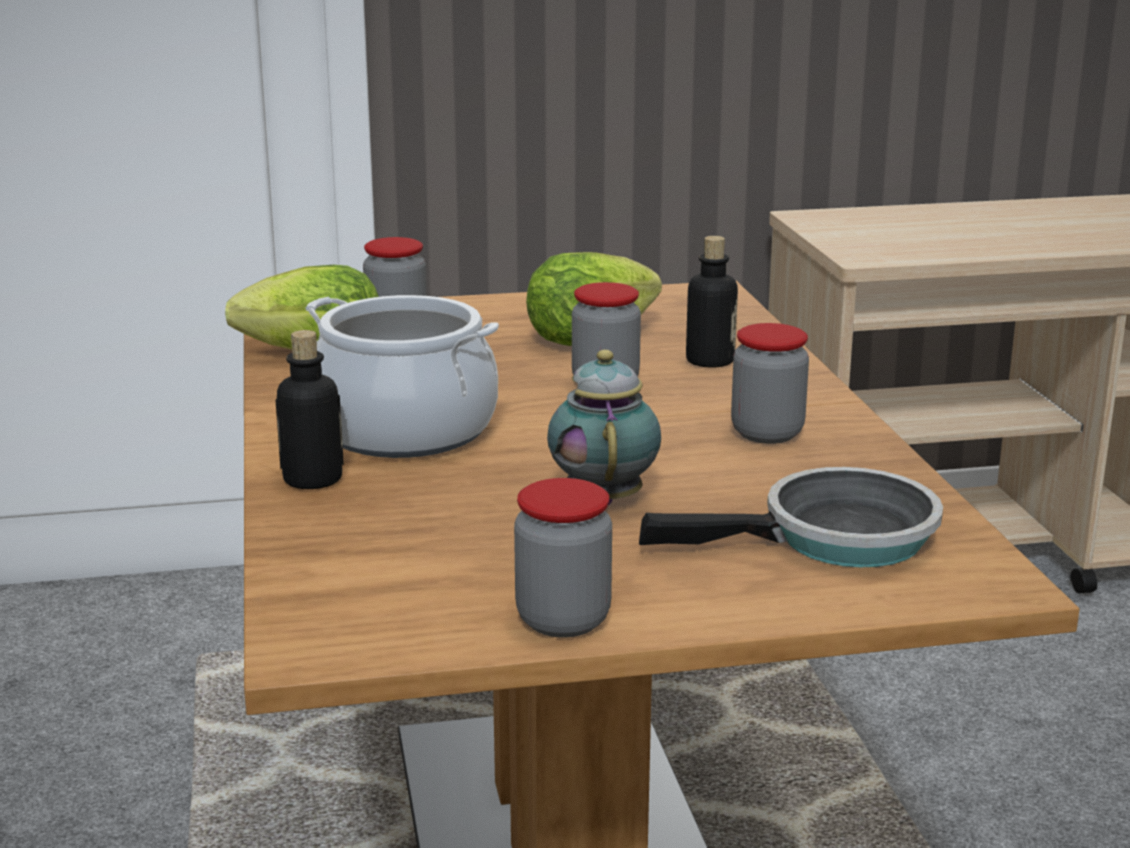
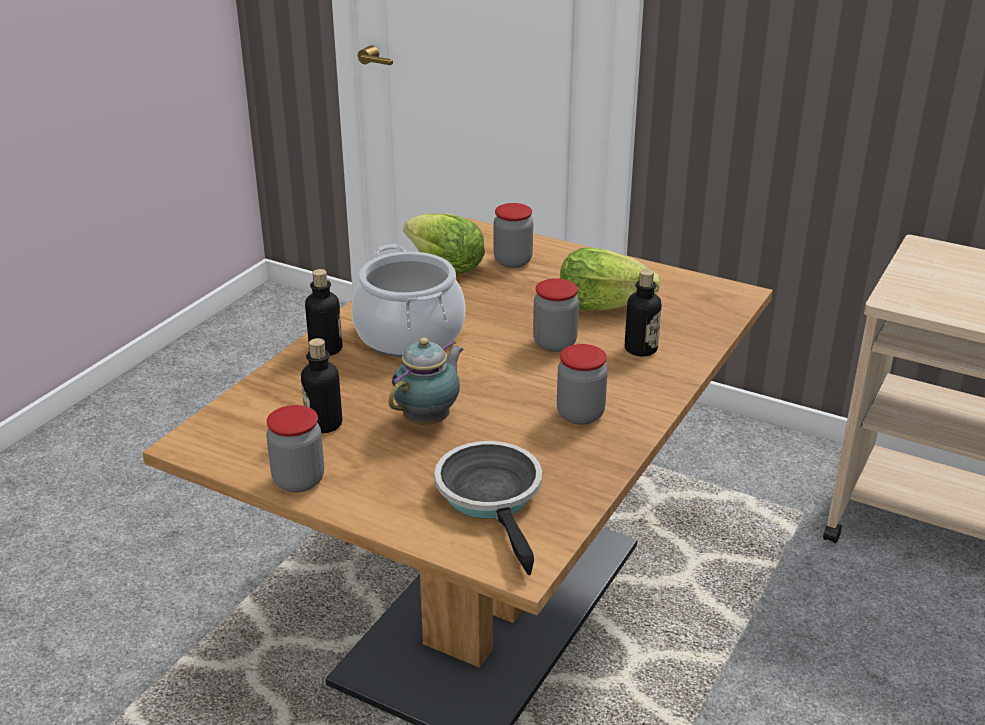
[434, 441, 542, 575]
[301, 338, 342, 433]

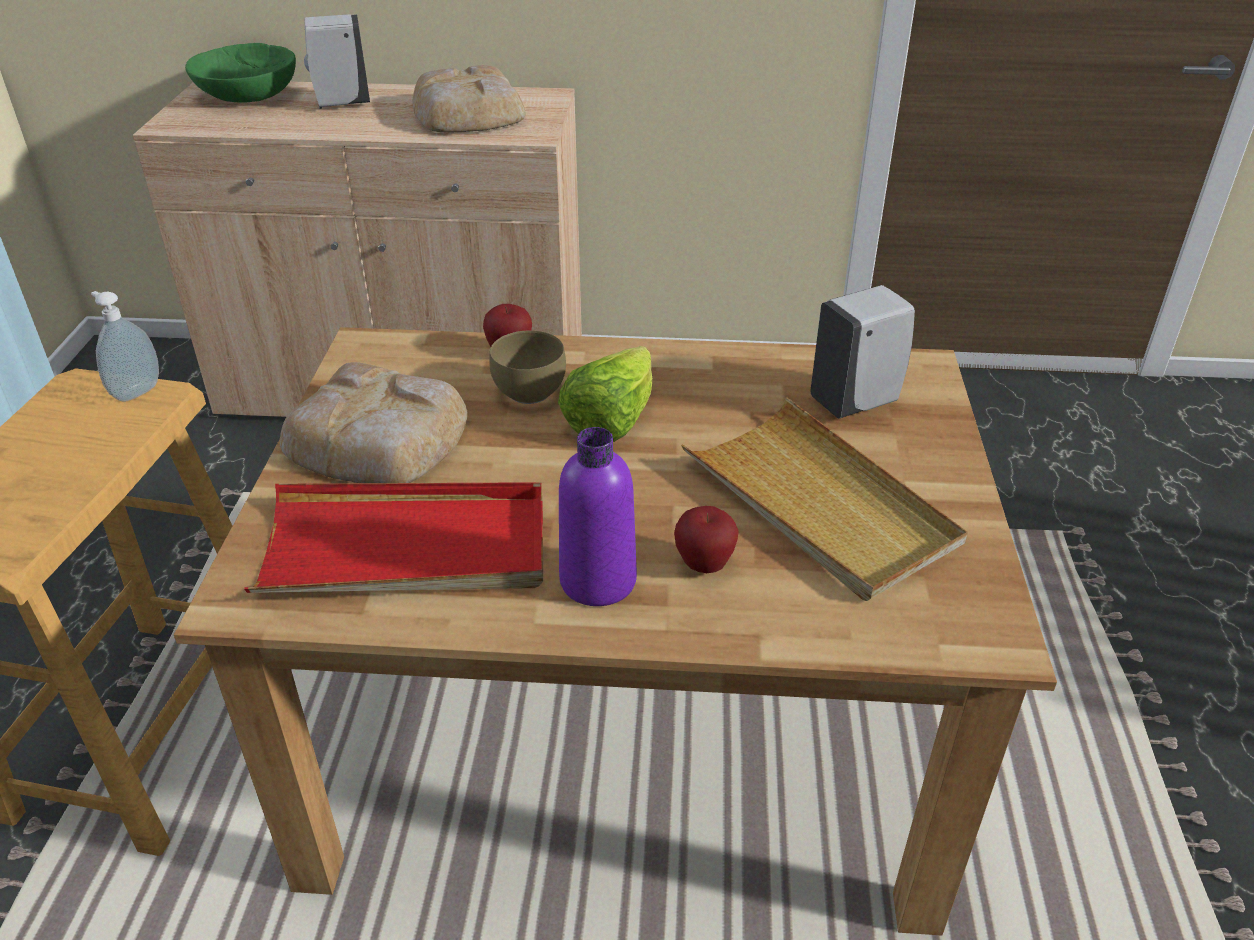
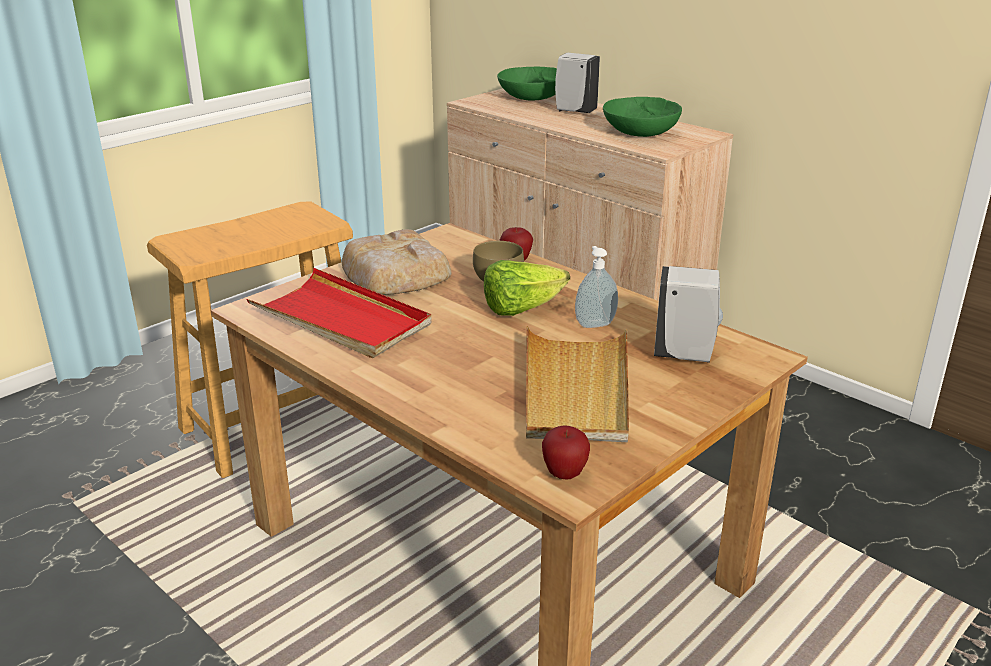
[575, 246, 618, 328]
[603, 97, 682, 137]
[559, 427, 637, 606] (first image)
[542, 425, 590, 479]

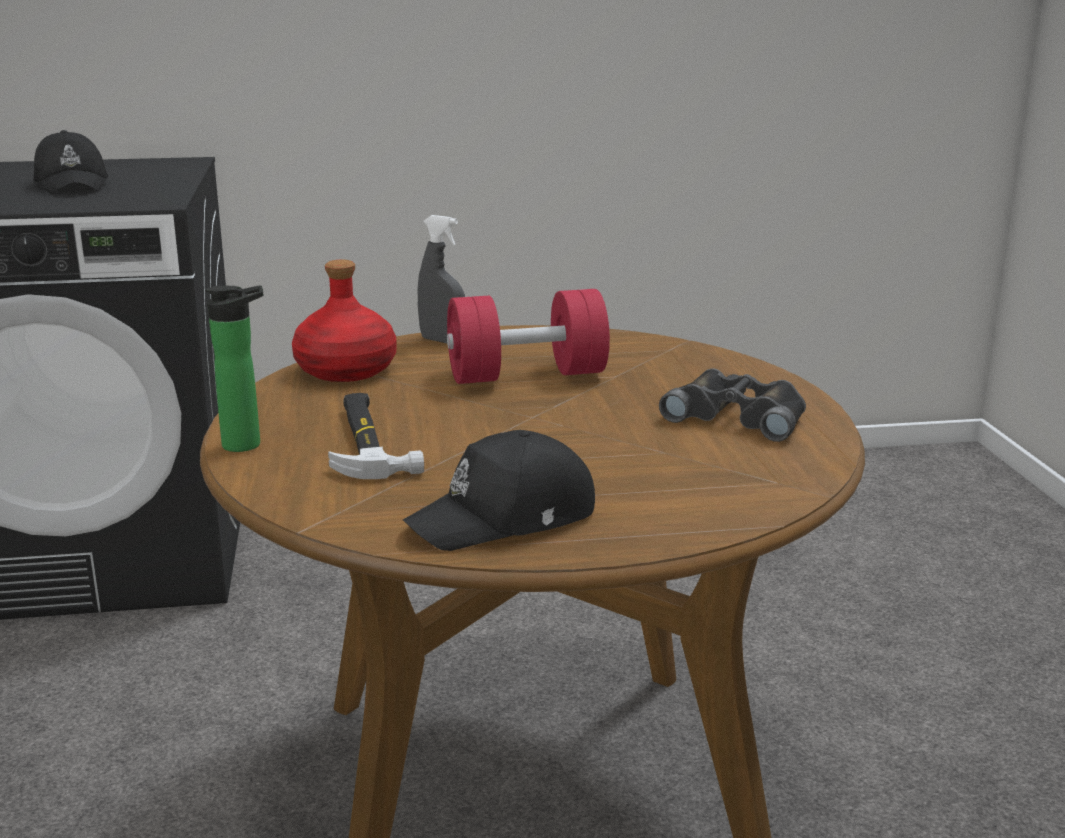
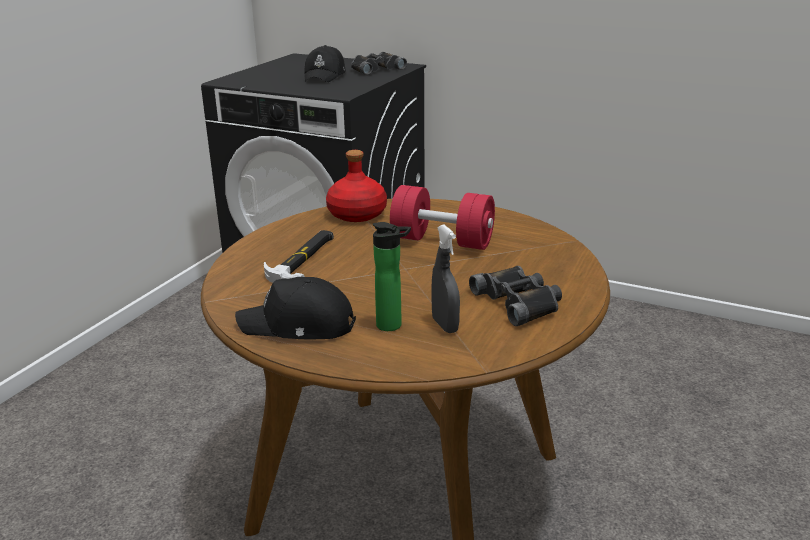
[373, 222, 411, 331]
[431, 225, 460, 333]
[351, 52, 407, 75]

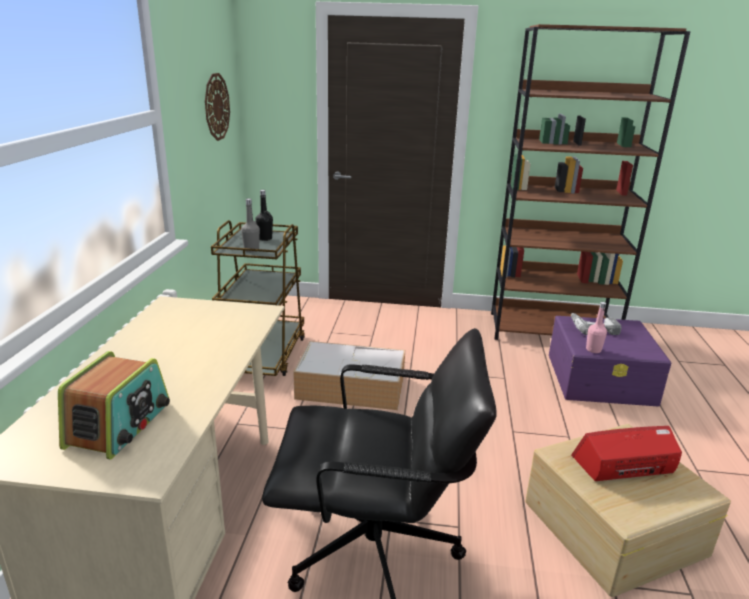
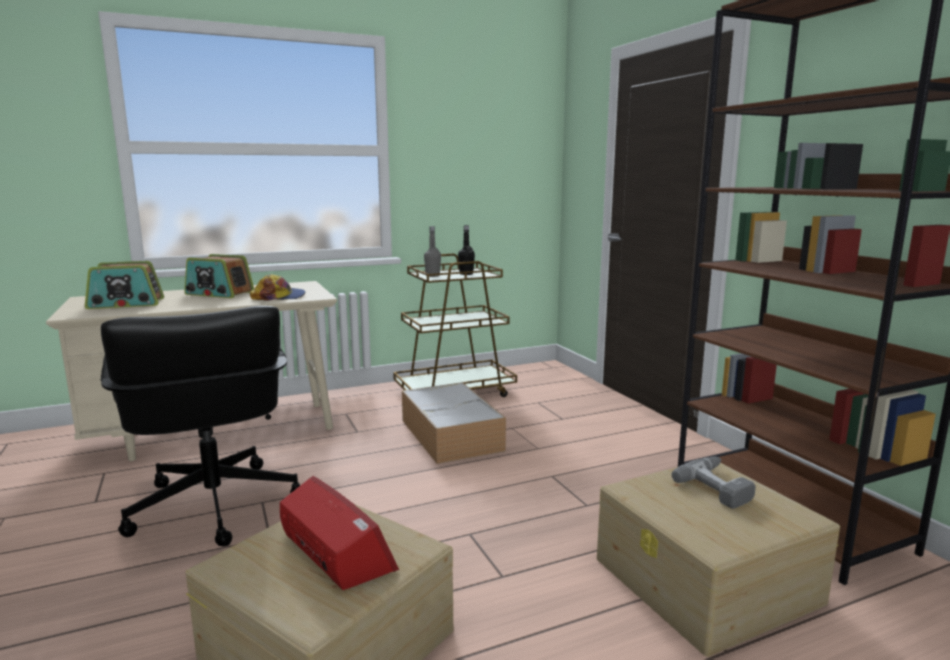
[205, 73, 230, 141] (first image)
[597, 463, 840, 657]
[586, 302, 607, 353] (first image)
[184, 254, 254, 298]
[250, 274, 305, 301]

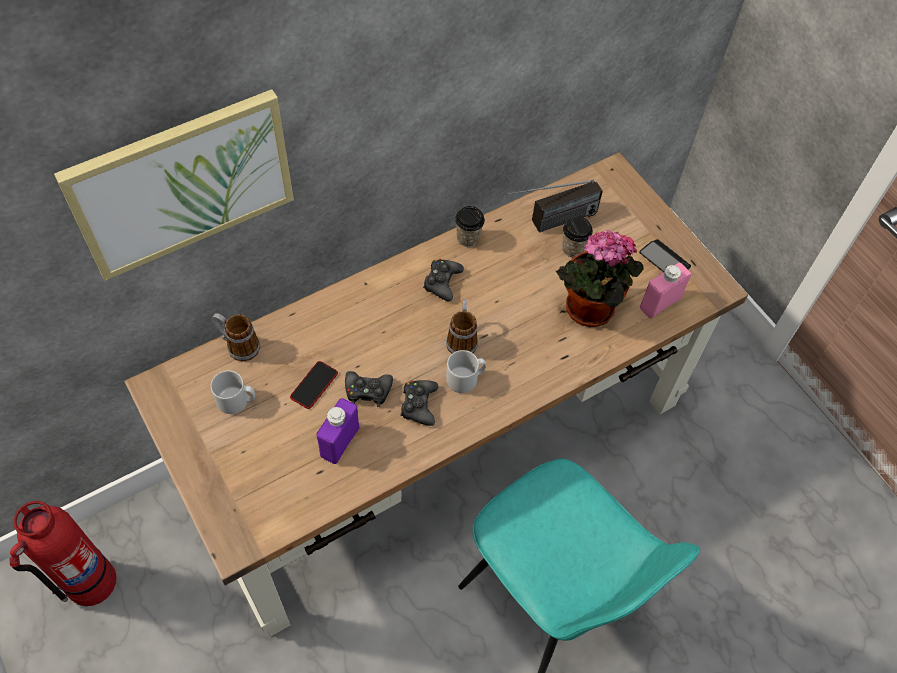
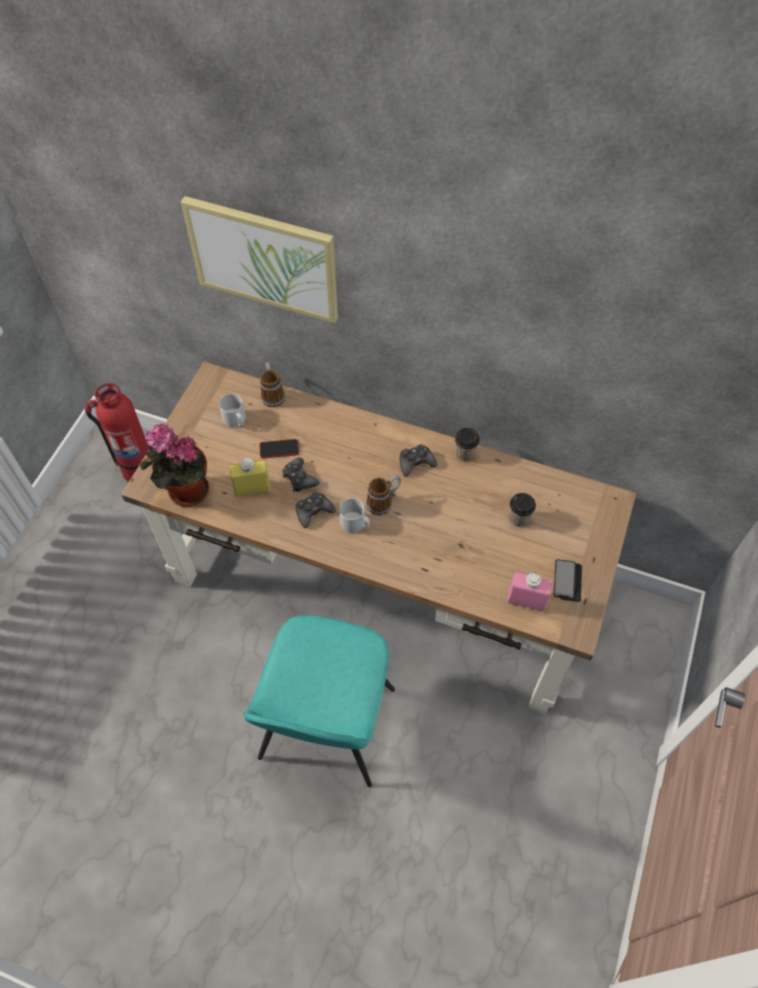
[229, 458, 271, 497]
[505, 180, 603, 233] (first image)
[140, 423, 209, 507]

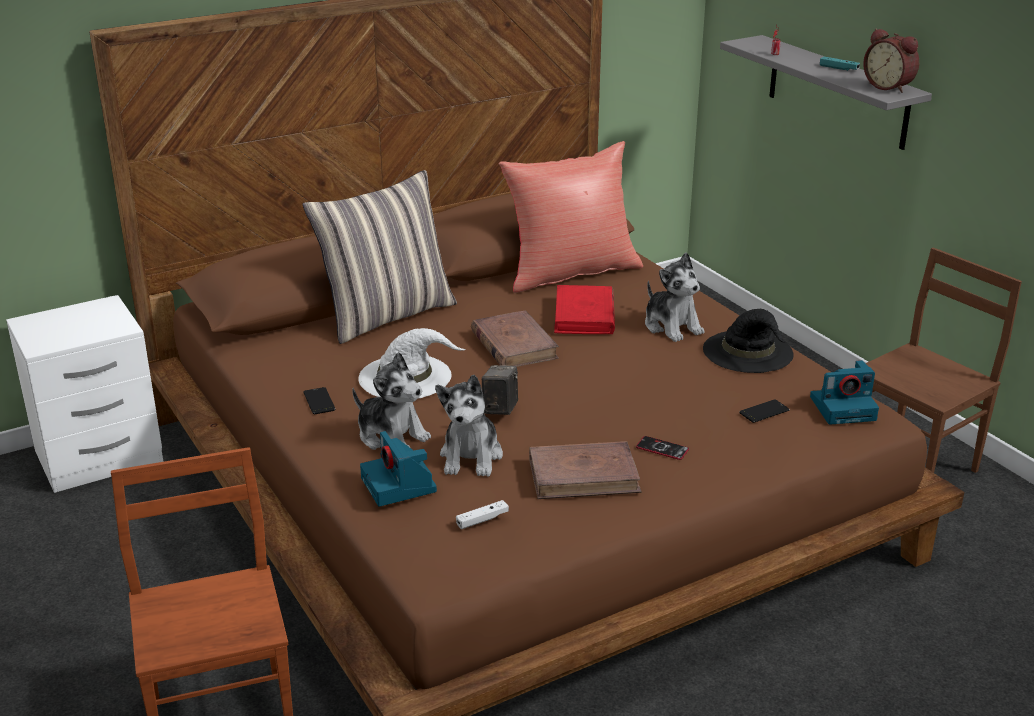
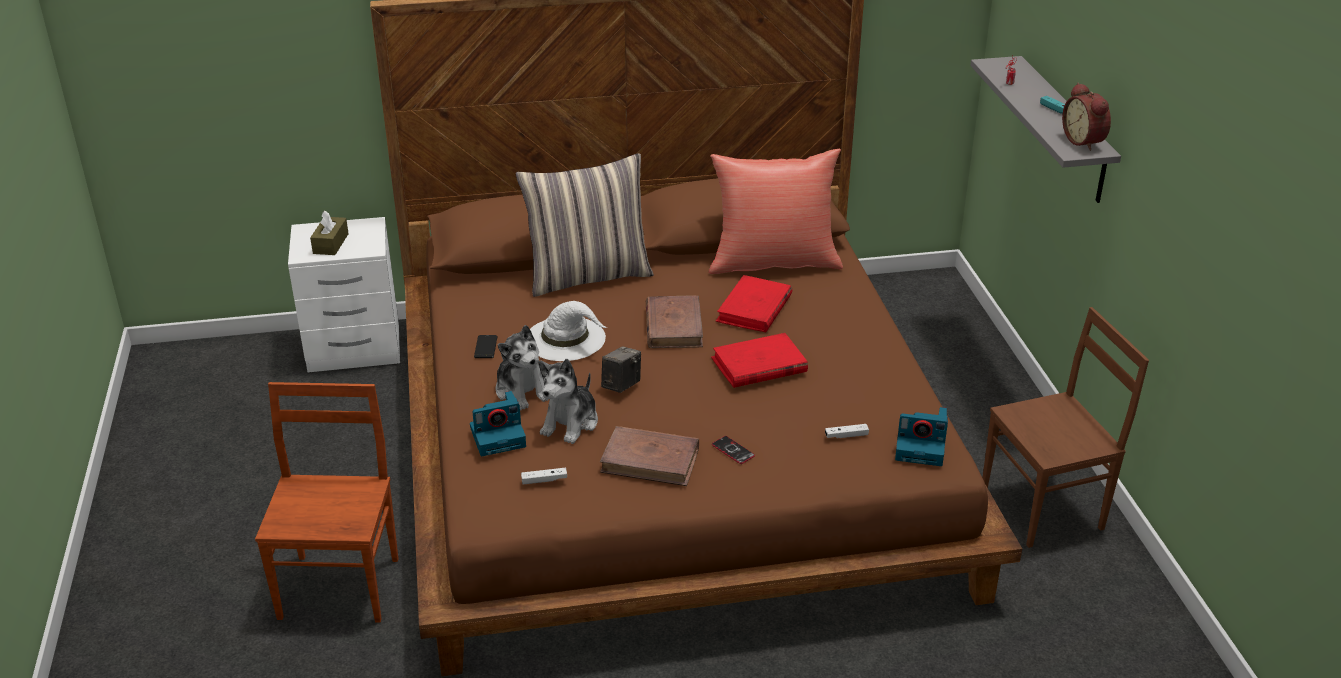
[470, 391, 526, 456]
[645, 252, 704, 342] (first image)
[703, 309, 794, 373] (first image)
[825, 424, 869, 438]
[310, 211, 349, 255]
[711, 333, 808, 388]

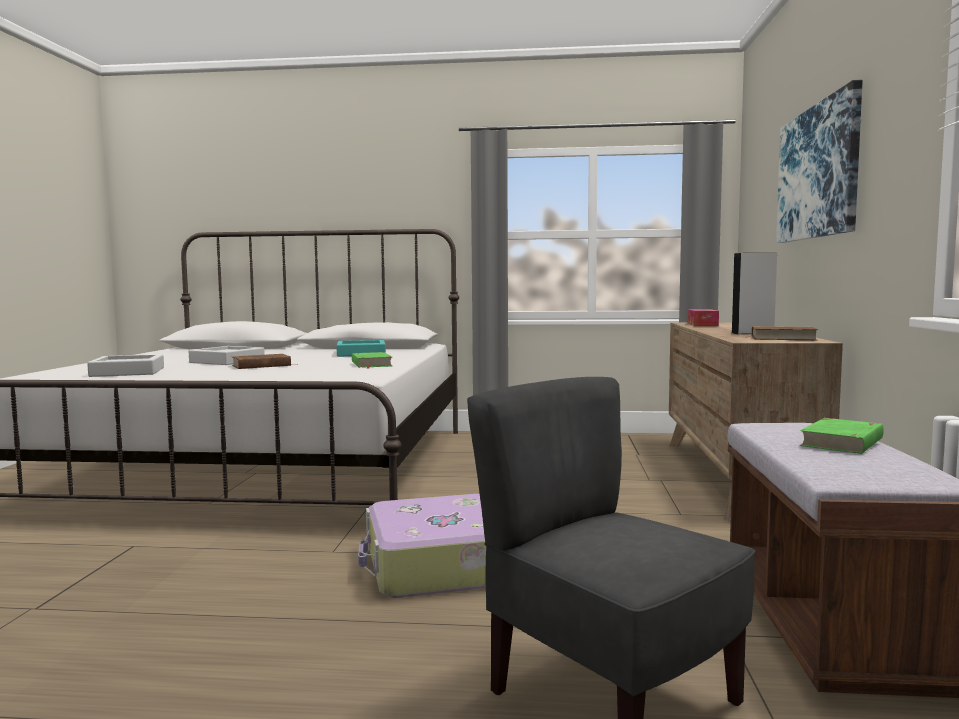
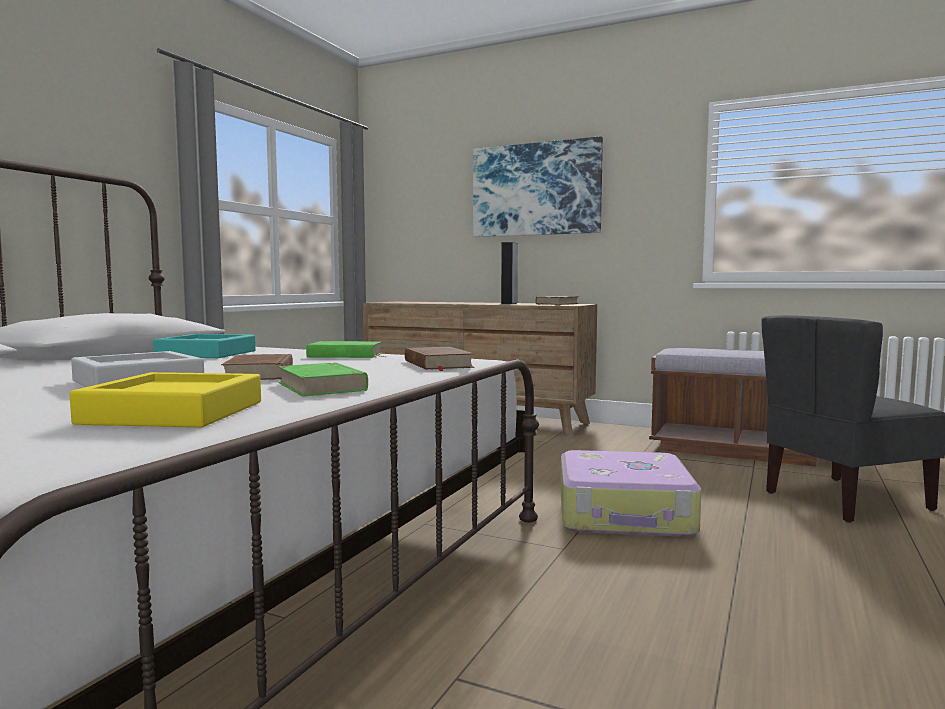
[70, 372, 261, 427]
[688, 309, 719, 326] (first image)
[278, 362, 368, 396]
[405, 347, 474, 371]

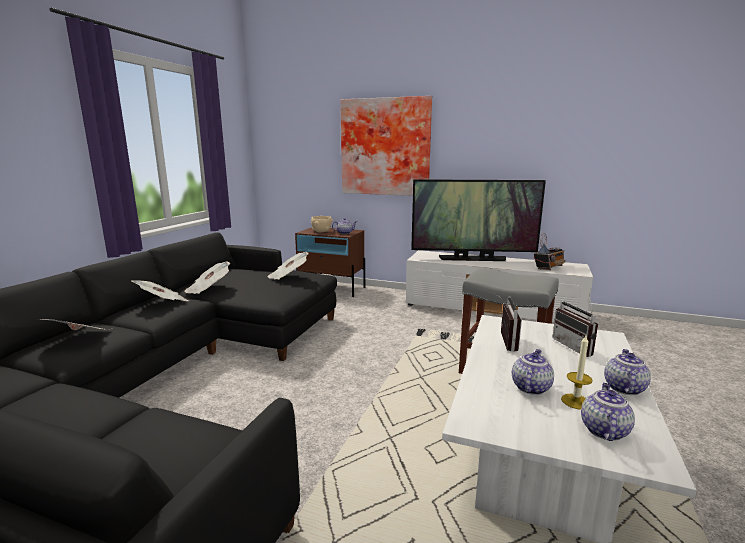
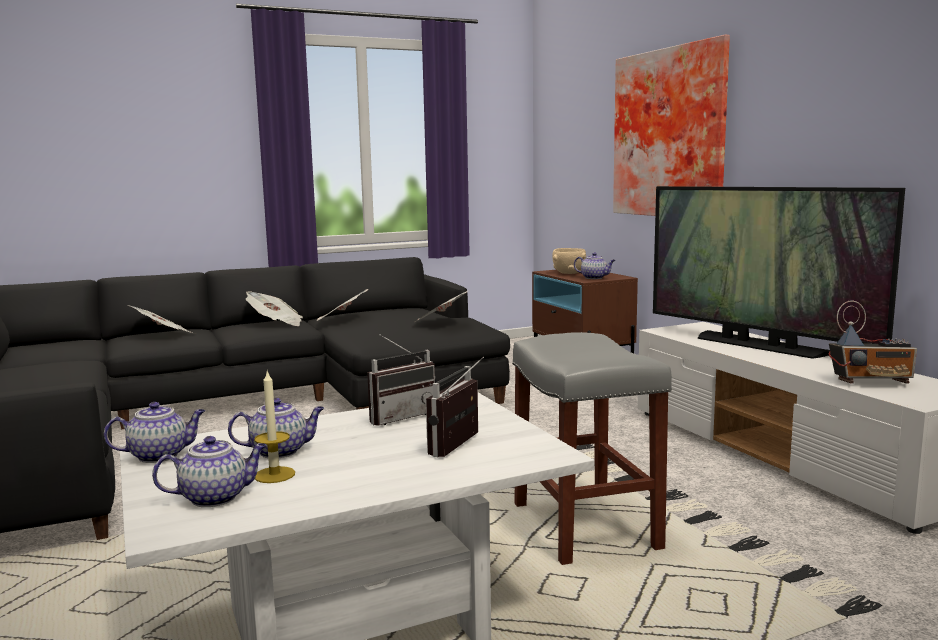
[104, 402, 205, 463]

